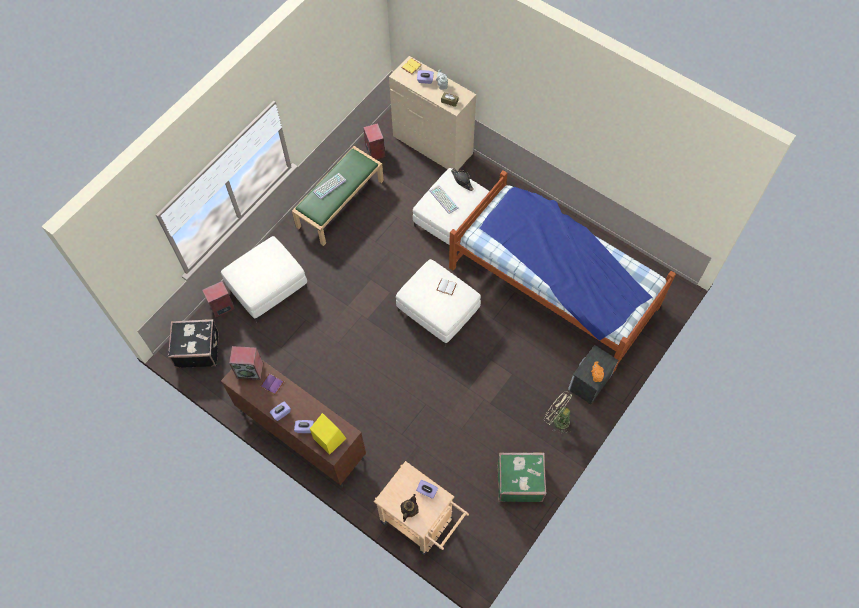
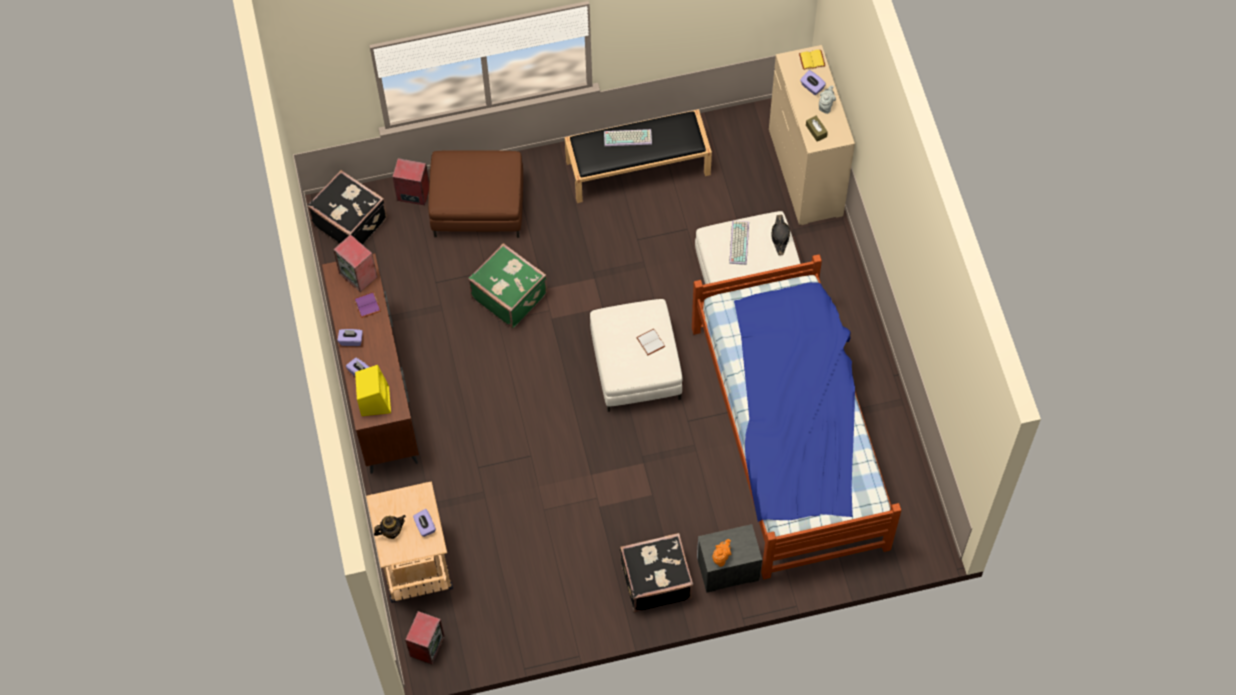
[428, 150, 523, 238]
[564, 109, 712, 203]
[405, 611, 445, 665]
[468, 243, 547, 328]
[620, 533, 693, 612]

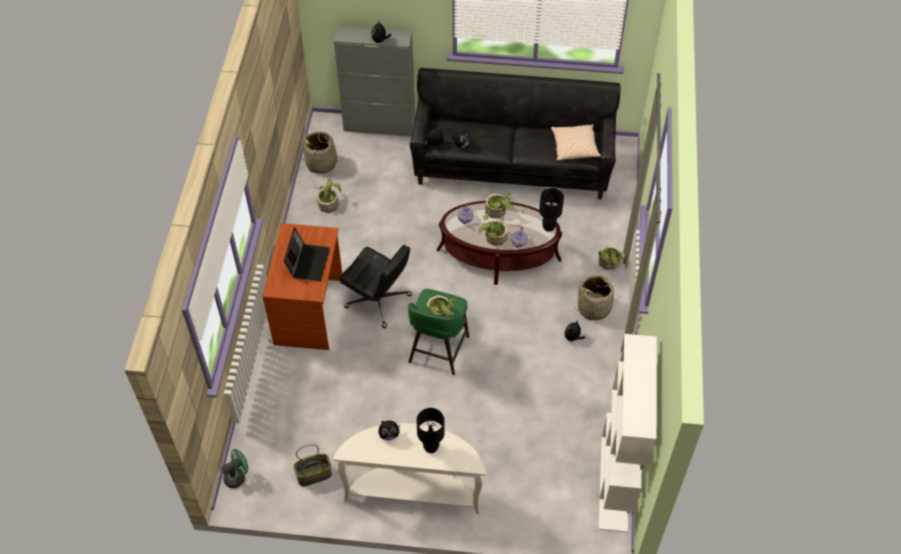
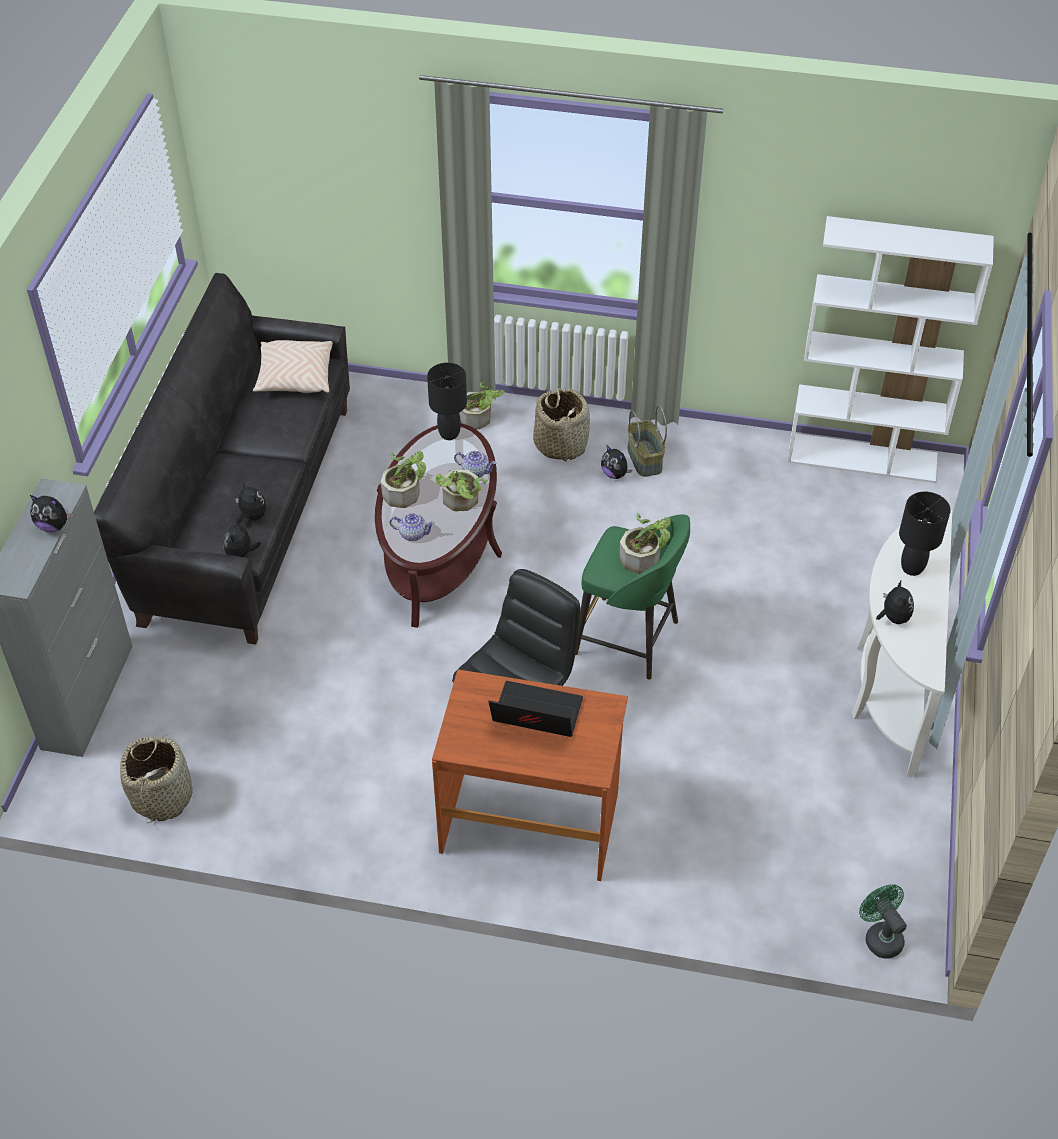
[627, 405, 667, 477]
[315, 179, 341, 213] (first image)

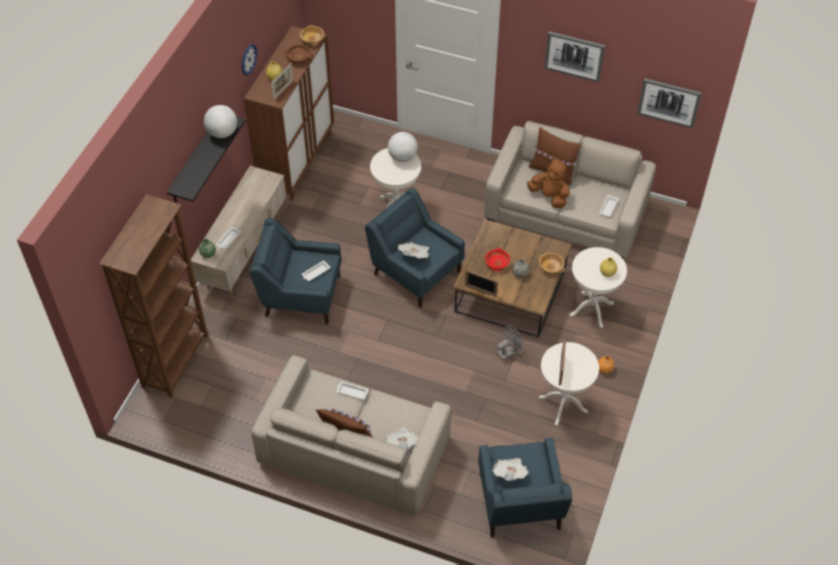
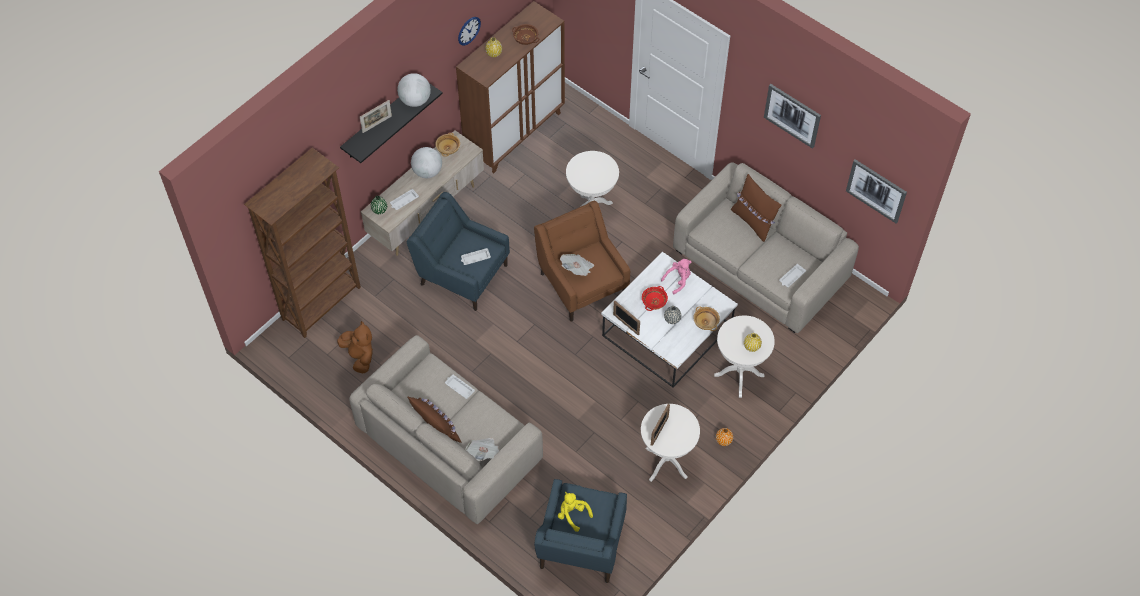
[360, 100, 392, 133]
[435, 133, 460, 157]
[534, 201, 630, 322]
[411, 147, 442, 178]
[601, 252, 738, 387]
[558, 492, 593, 532]
[497, 326, 523, 360] (first image)
[337, 321, 373, 374]
[661, 259, 691, 294]

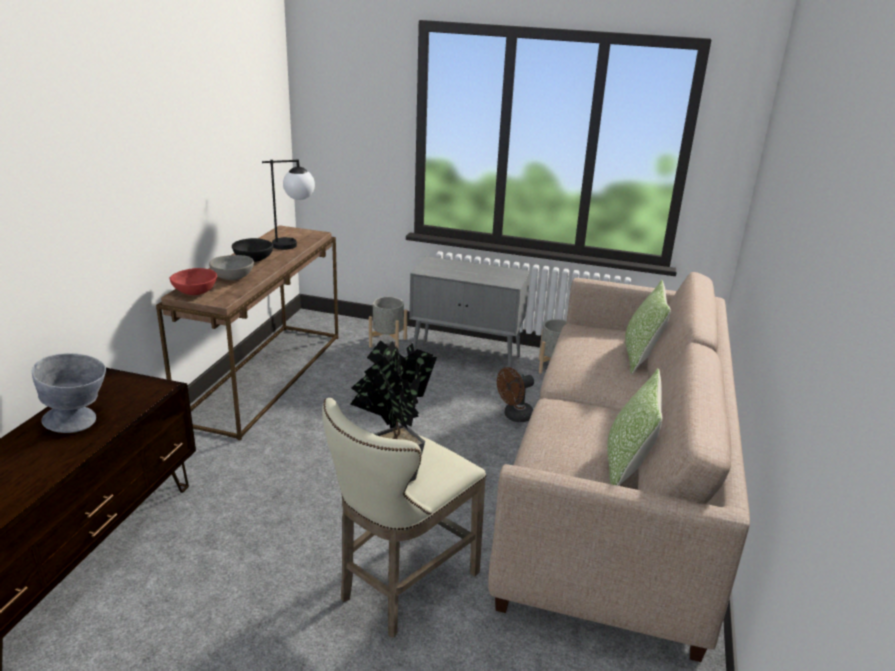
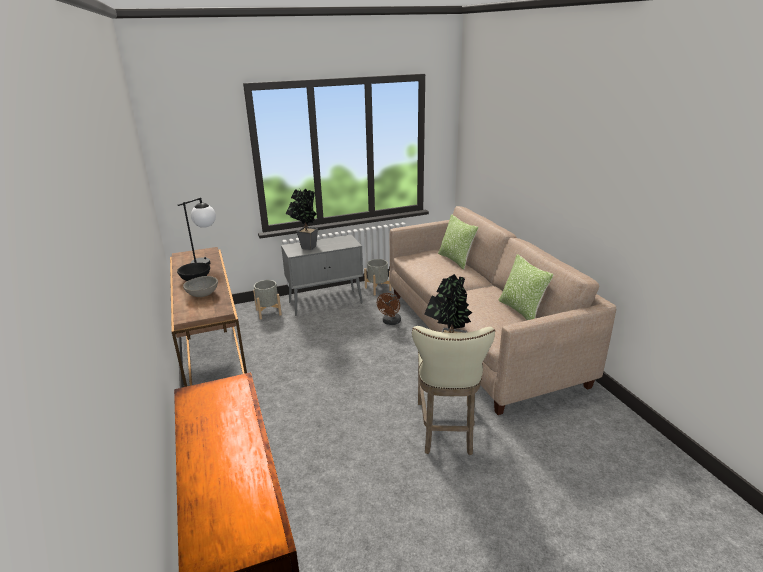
[32, 353, 106, 433] (first image)
[170, 268, 217, 295] (first image)
[286, 188, 318, 250]

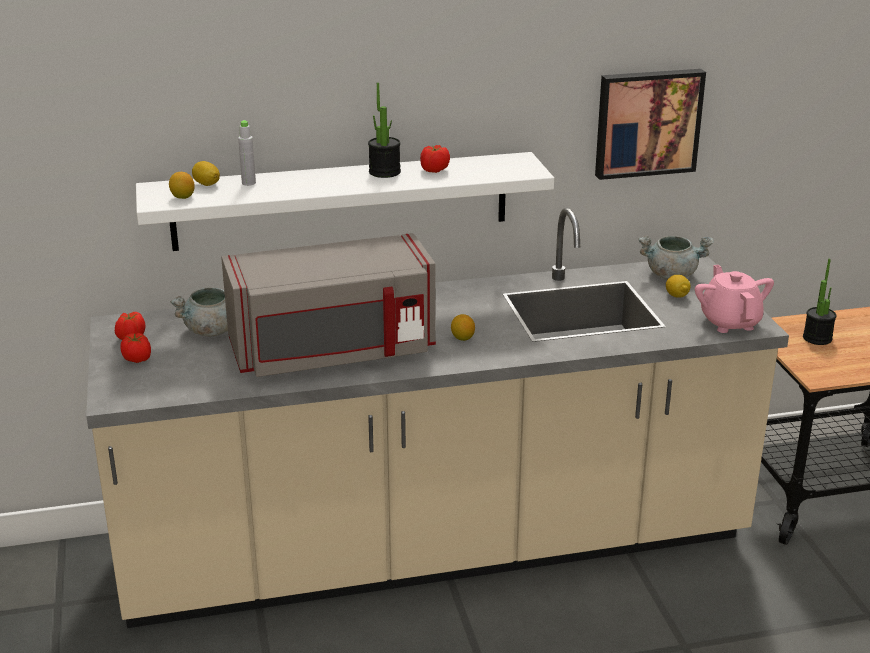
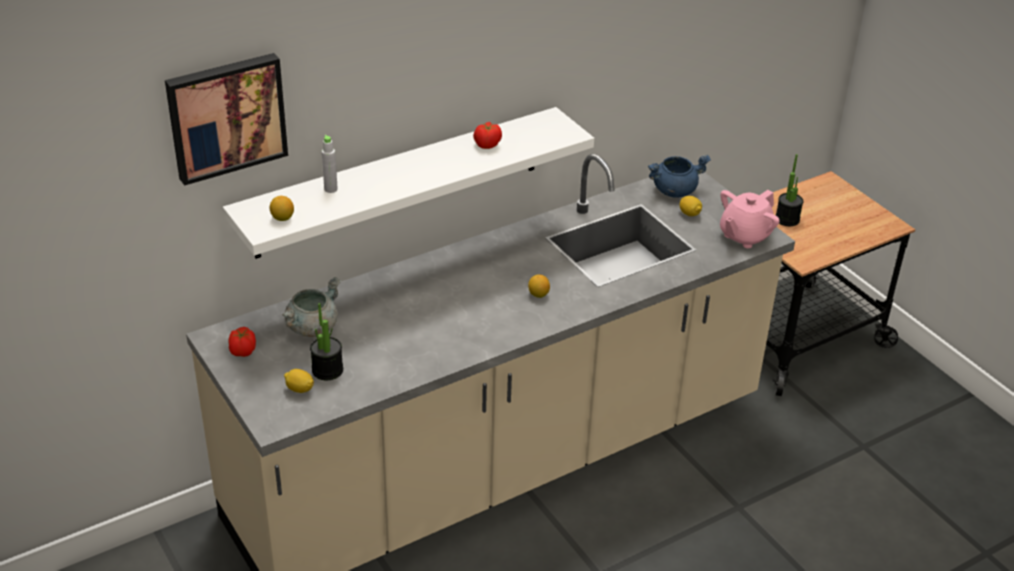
[121, 333, 151, 363] (first image)
[284, 369, 314, 393]
[221, 233, 436, 377] (first image)
[310, 303, 343, 380]
[165, 53, 288, 186]
[648, 155, 711, 198]
[720, 190, 780, 248]

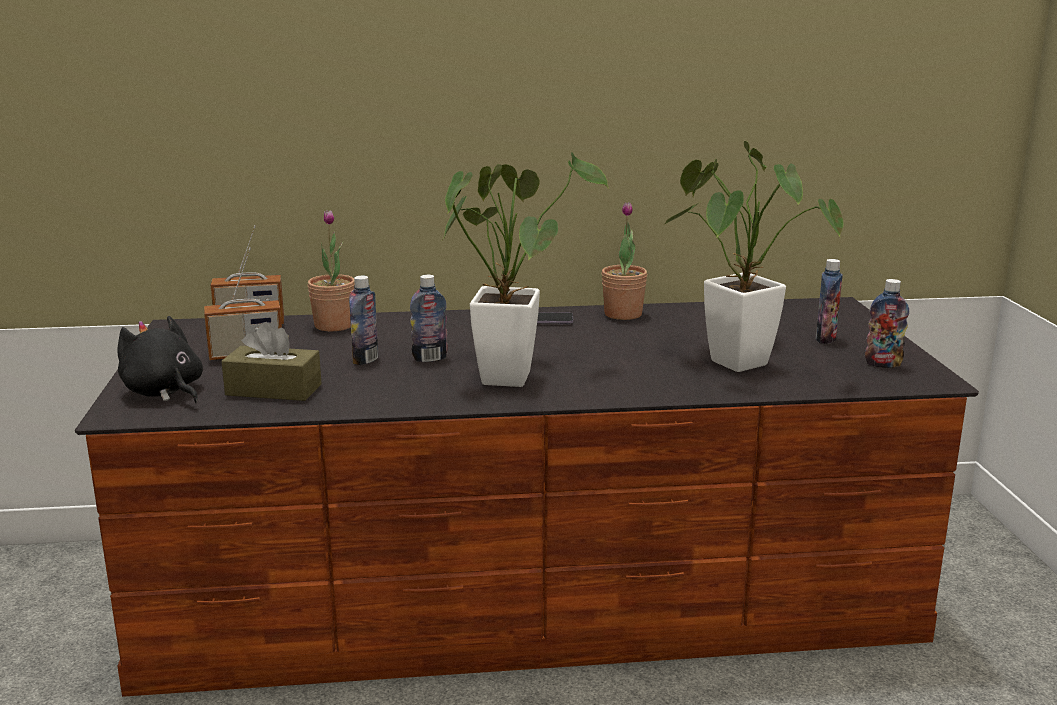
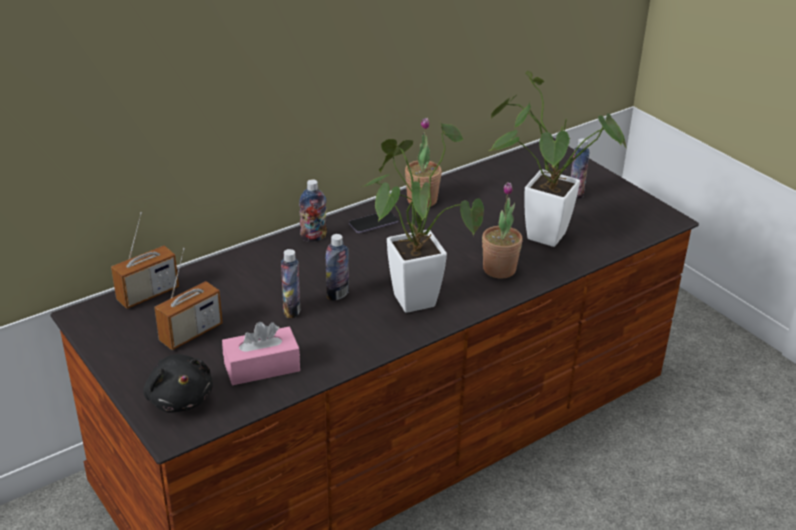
[144, 354, 213, 413]
[222, 322, 300, 385]
[482, 182, 523, 279]
[299, 179, 327, 242]

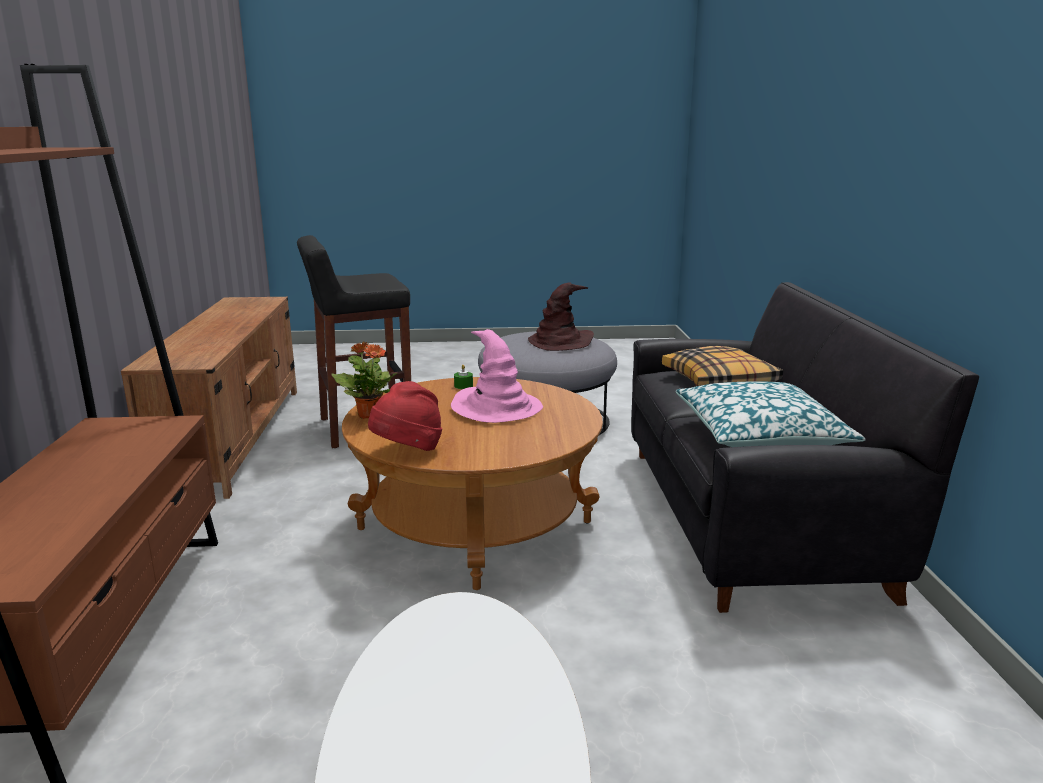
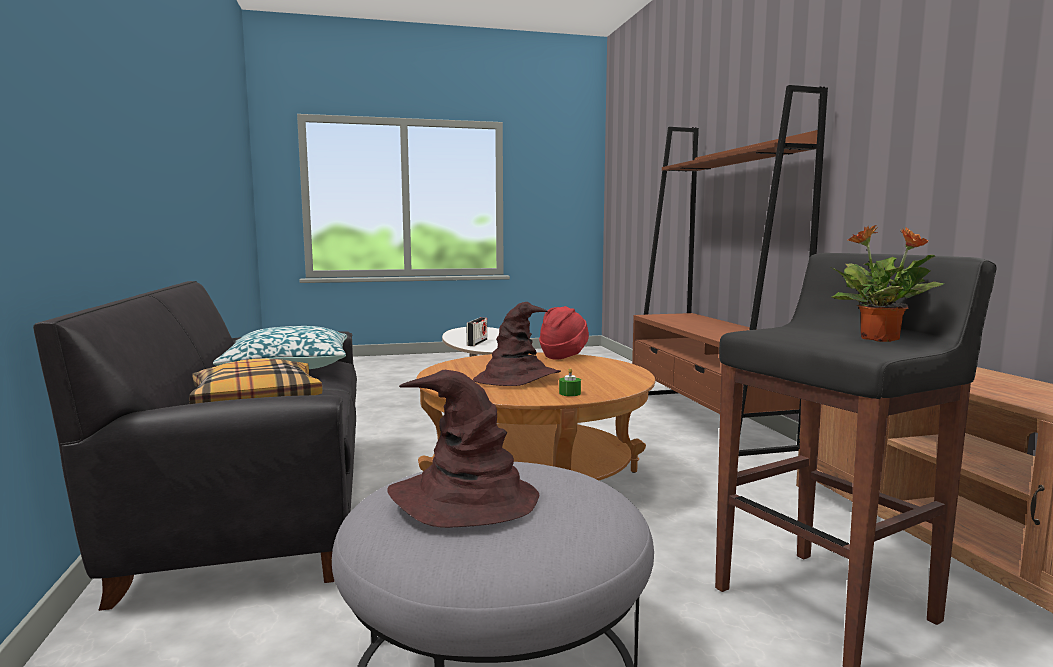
[831, 225, 944, 342]
[473, 302, 561, 386]
[467, 317, 487, 346]

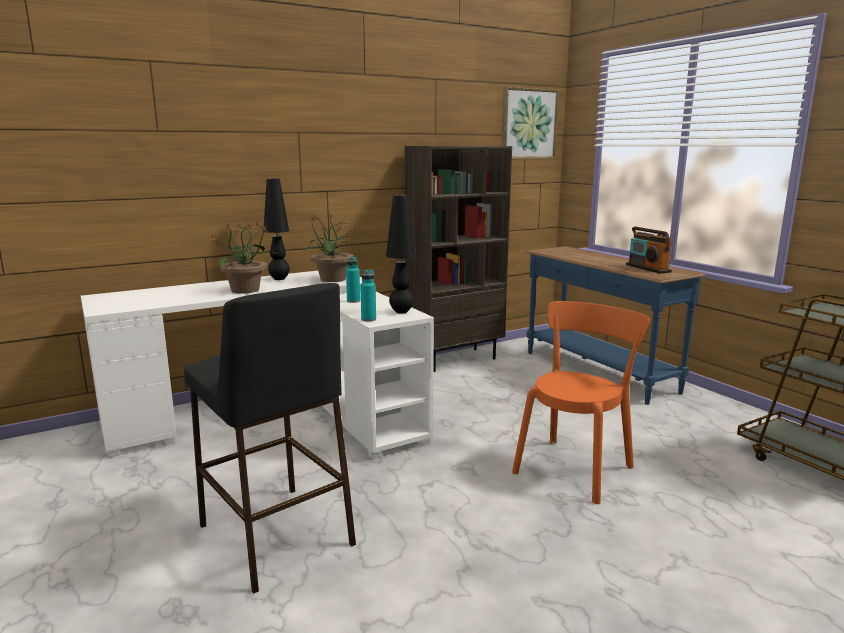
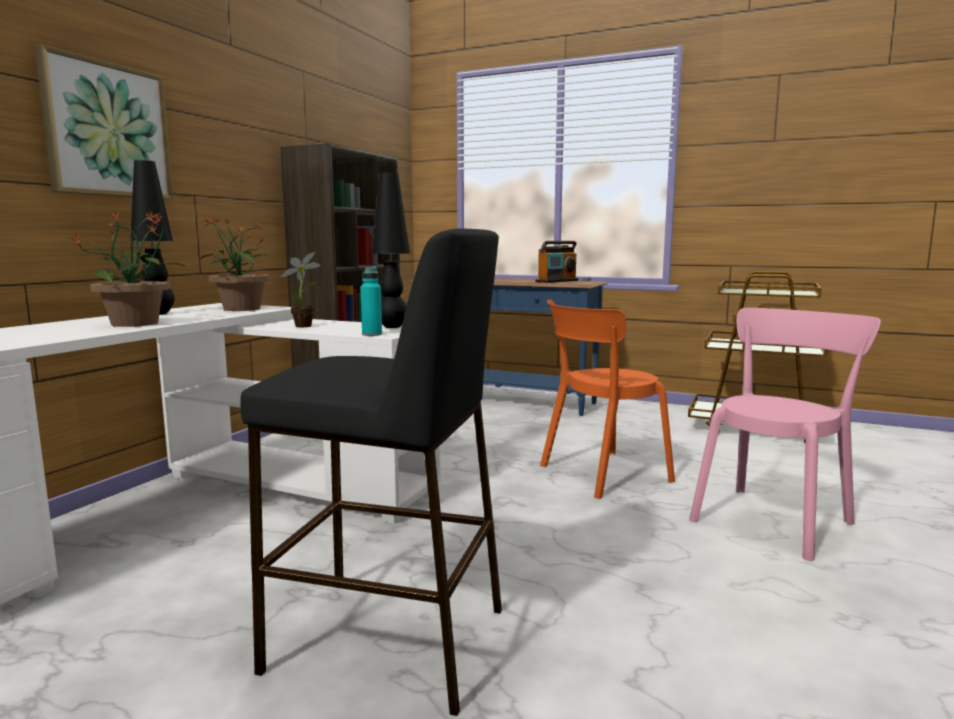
[281, 252, 321, 327]
[35, 44, 173, 199]
[540, 300, 675, 499]
[535, 241, 578, 283]
[689, 308, 881, 561]

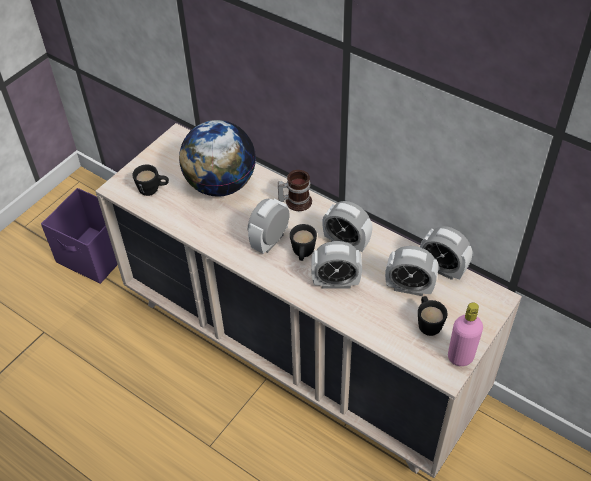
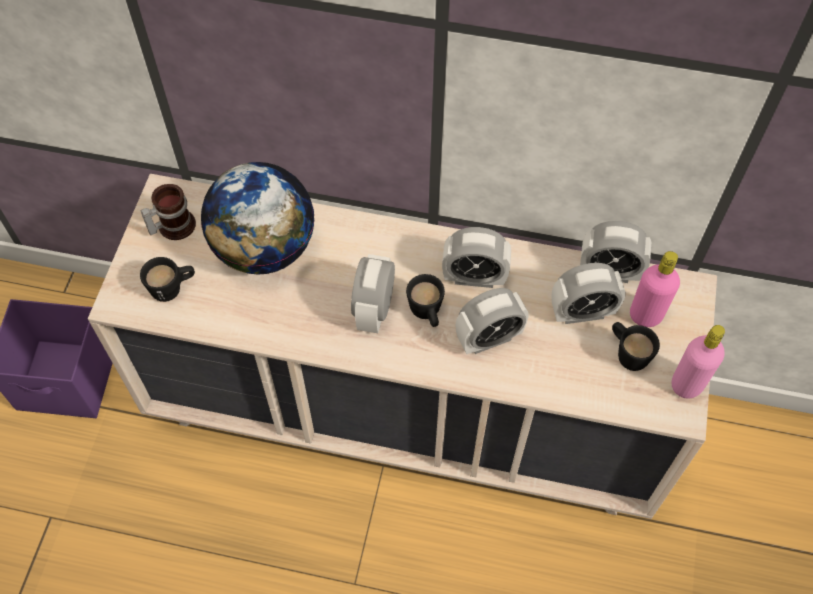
[141, 184, 196, 240]
[630, 251, 680, 327]

